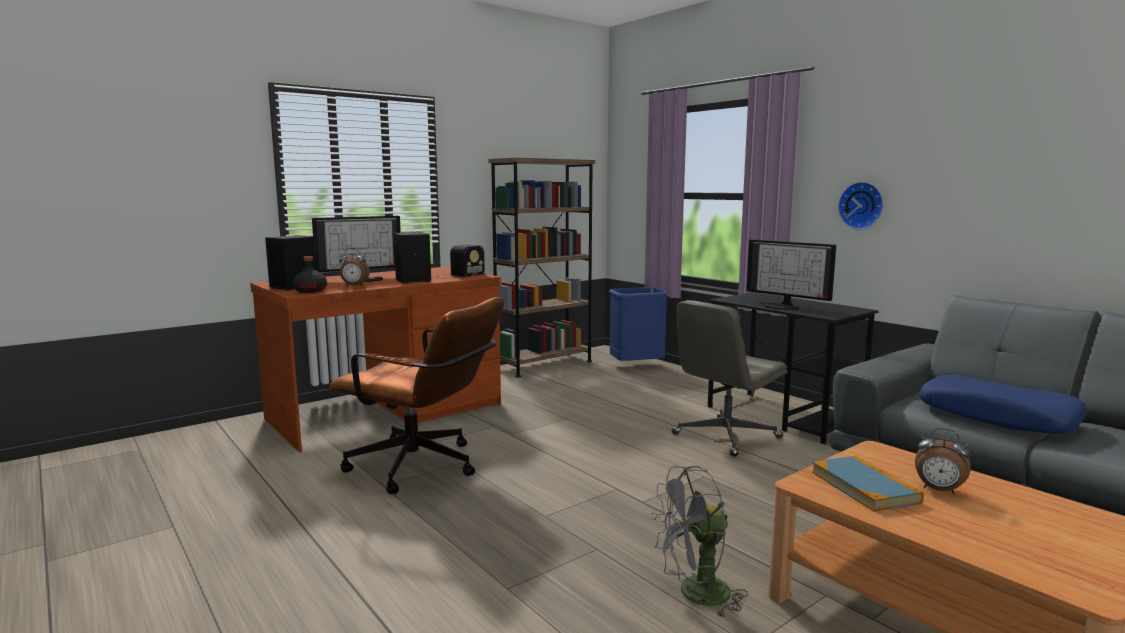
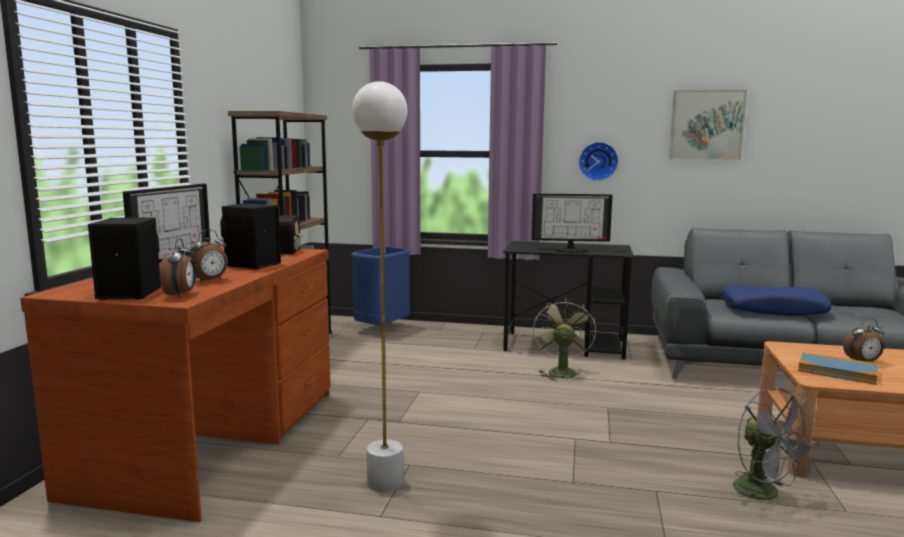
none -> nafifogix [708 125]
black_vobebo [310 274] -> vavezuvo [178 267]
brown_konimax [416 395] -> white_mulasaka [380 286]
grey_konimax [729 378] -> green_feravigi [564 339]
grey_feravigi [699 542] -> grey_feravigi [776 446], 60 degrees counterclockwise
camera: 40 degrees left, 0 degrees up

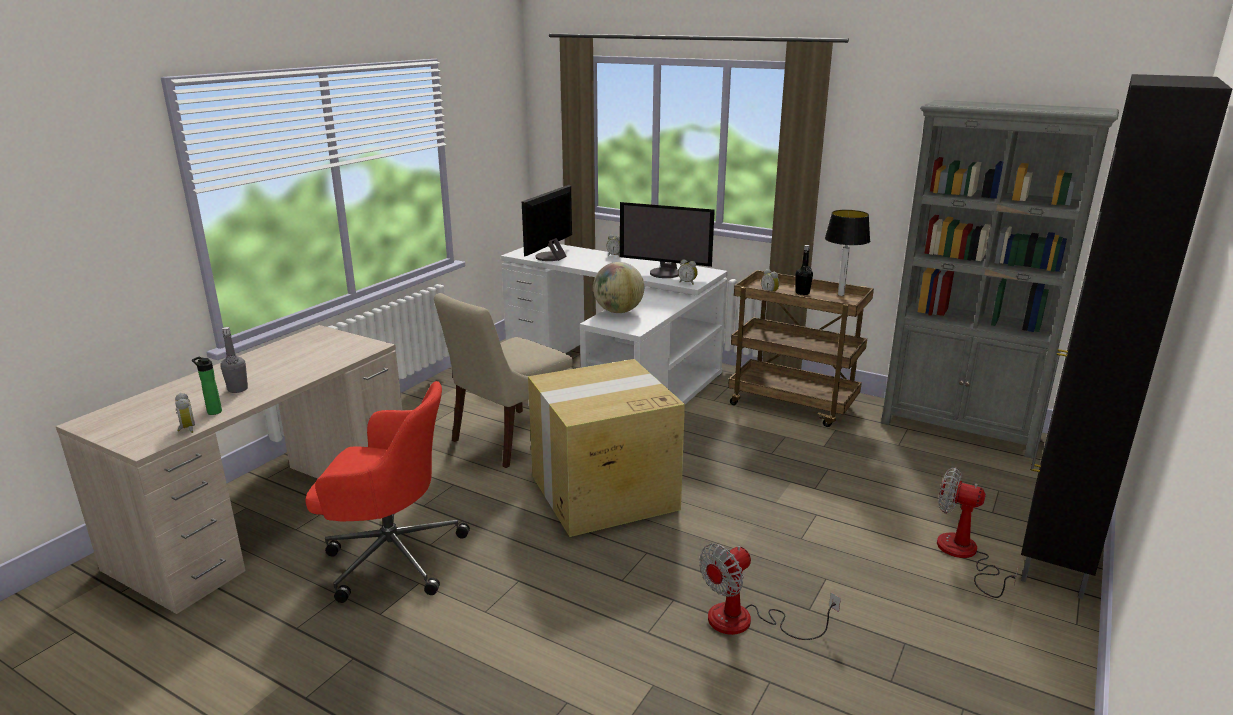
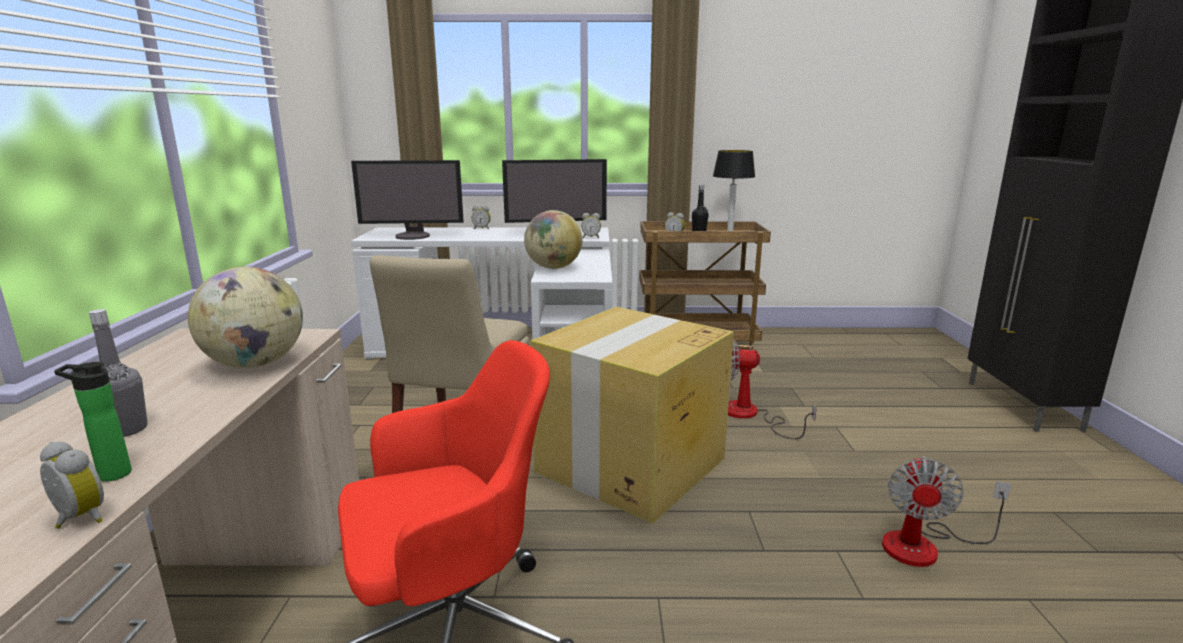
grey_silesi [1000 279] -> none
none -> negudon [245 317]
feravigi [978 532] -> feravigi [772 389], moved
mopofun [547 223] -> mopofun [407 200], 90 degrees counterclockwise
camera: 30 degrees left, 5 degrees down

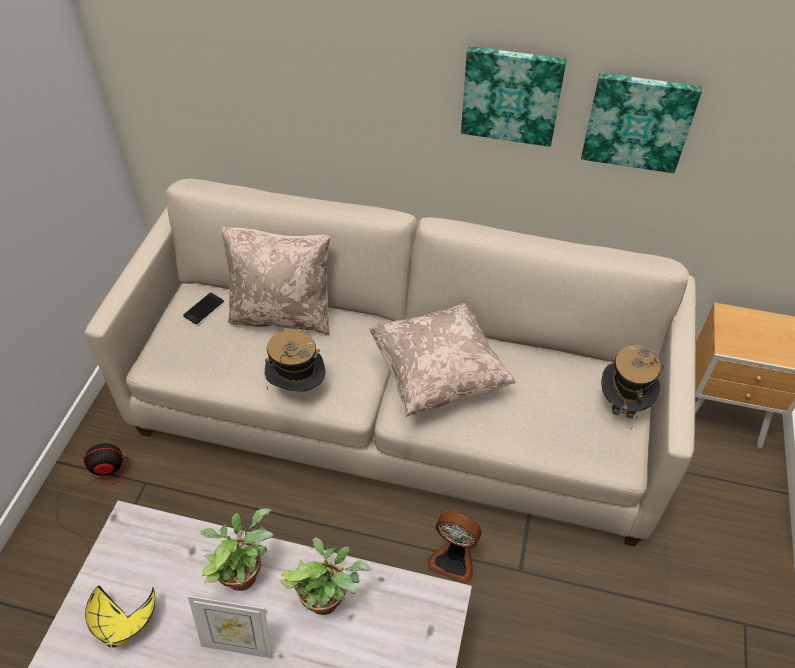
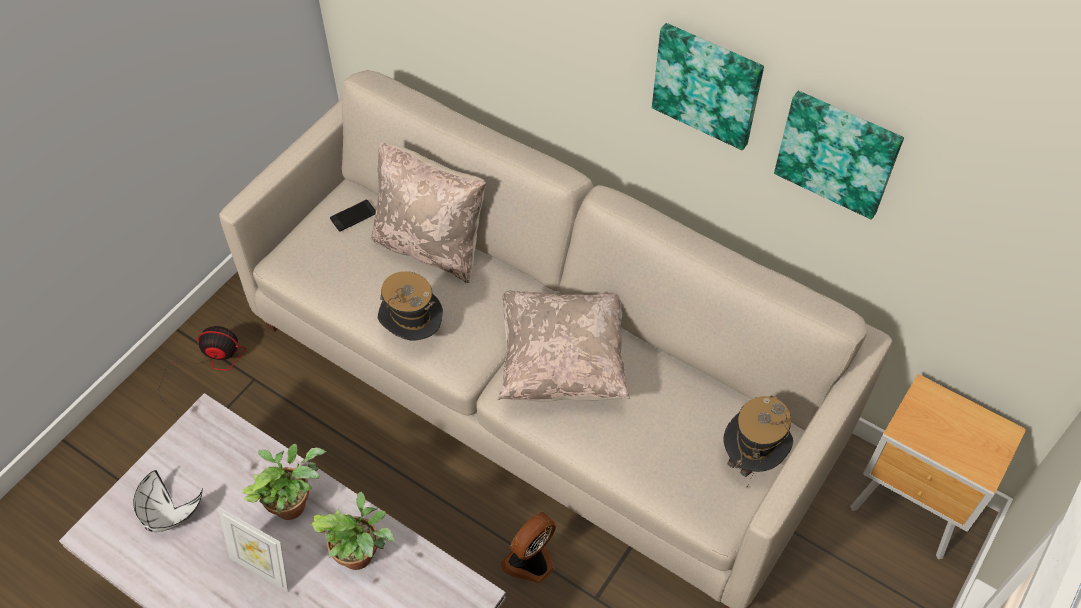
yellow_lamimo [120 617] -> white_lamimo [168 501]
feravigi [454 547] -> feravigi [528 547], 90 degrees clockwise
camera: 20 degrees right, 5 degrees up

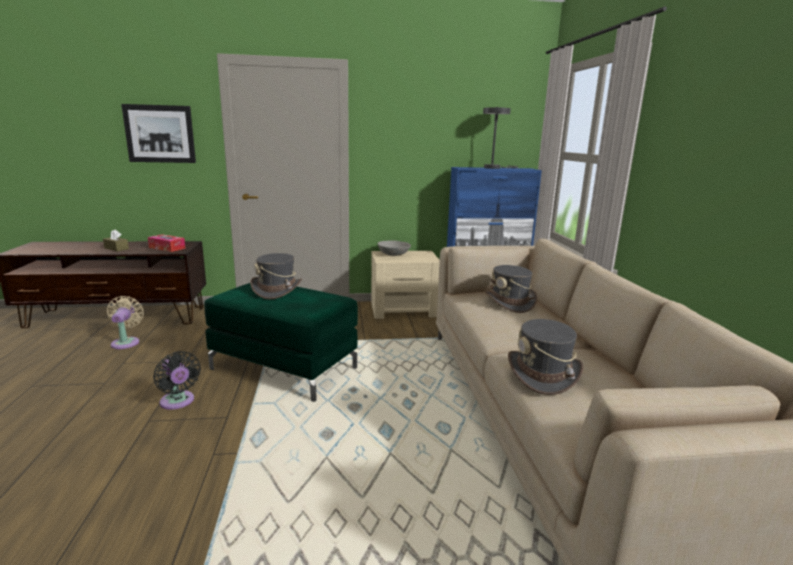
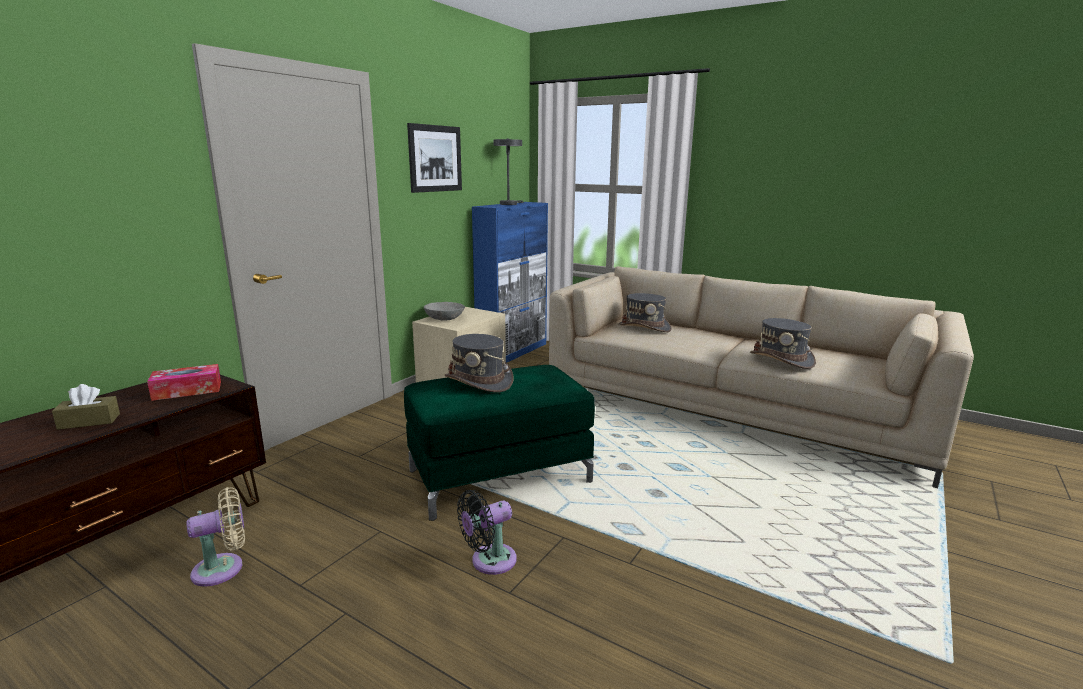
nafifogix [158 133] -> nafifogix [434 158], moved
beige_feravigi [125 322] -> beige_feravigi [216 537], 120 degrees clockwise
black_feravigi [177 380] -> black_feravigi [487 532], 150 degrees clockwise
camera: 50 degrees left, 0 degrees up

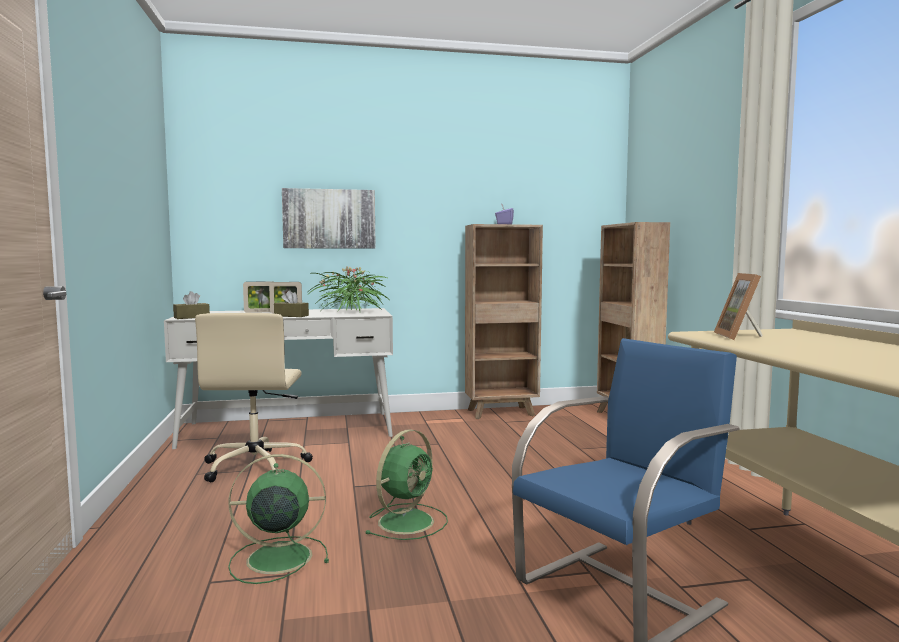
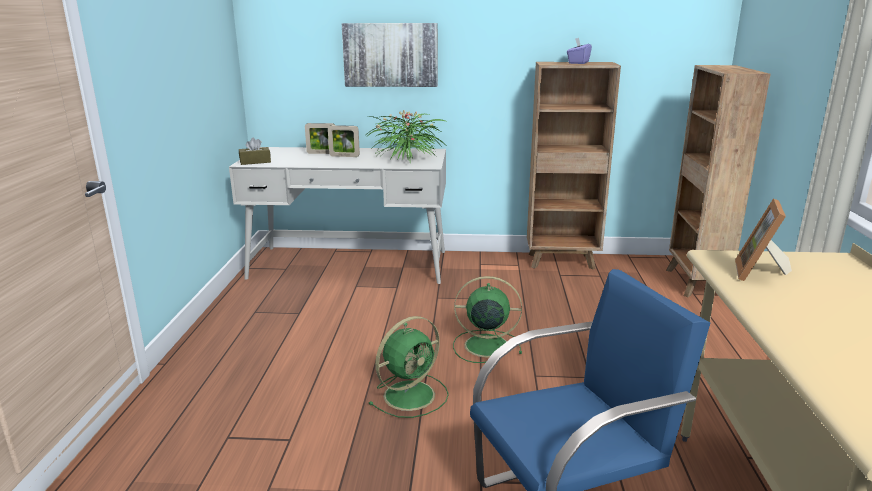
beige_konimax [254 397] -> none
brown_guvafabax [291 303] -> none
green_feravigi [278 519] -> green_feravigi [487 319], moved
camera: 15 degrees right, 15 degrees up

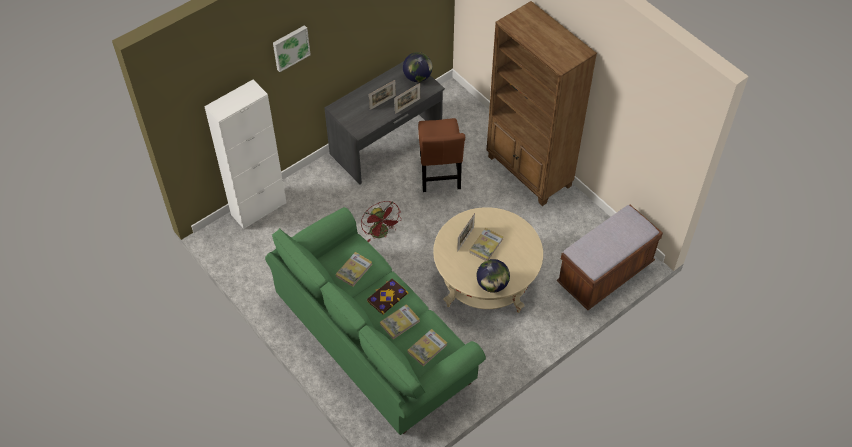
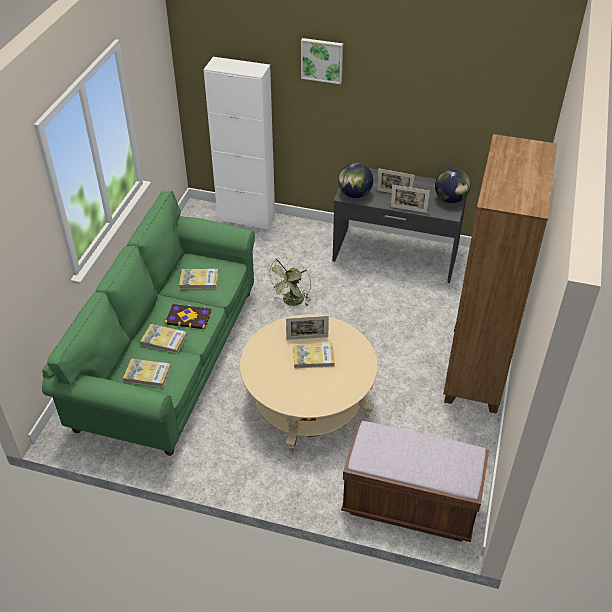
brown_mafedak [441 155] -> none
negudon [493 276] -> negudon [355 180], moved
red_feravigi [381 221] -> green_feravigi [288 281]
camera: 55 degrees right, 10 degrees down

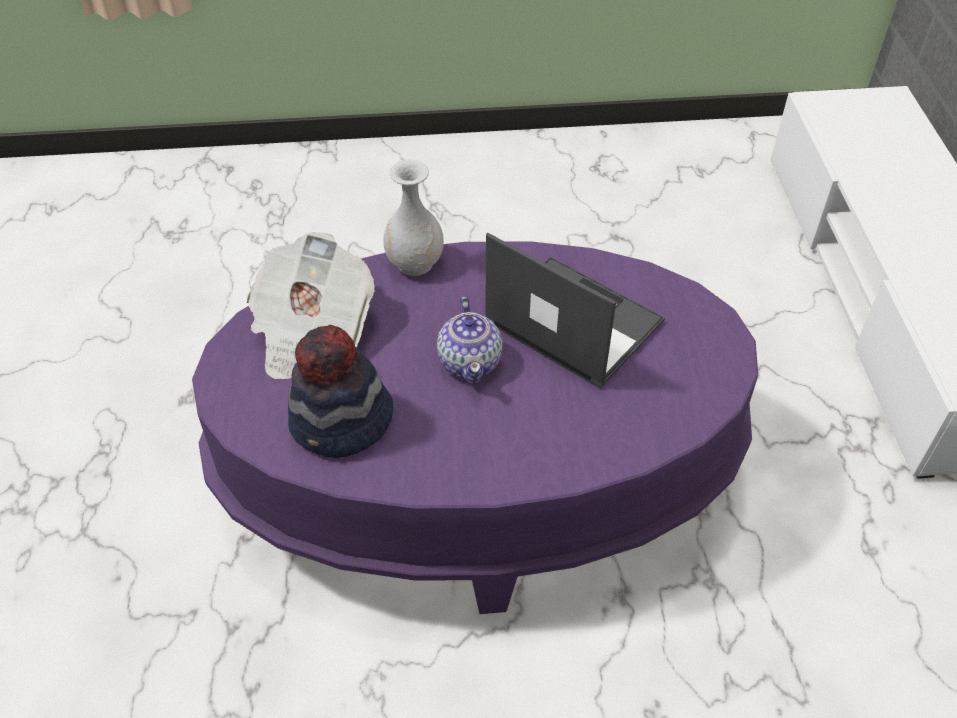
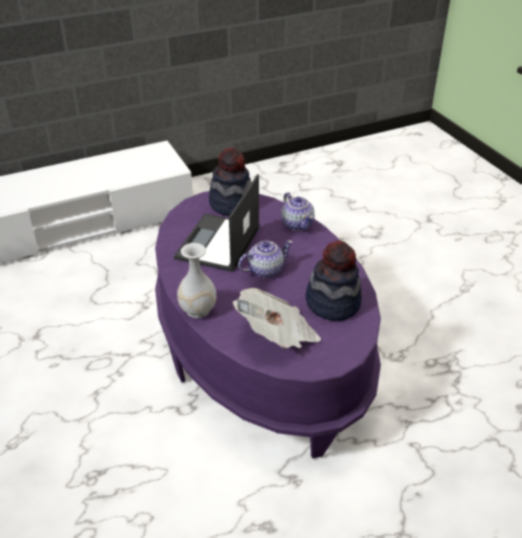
none -> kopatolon [230 182]
none -> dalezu [298 211]
camera: 110 degrees left, 10 degrees down

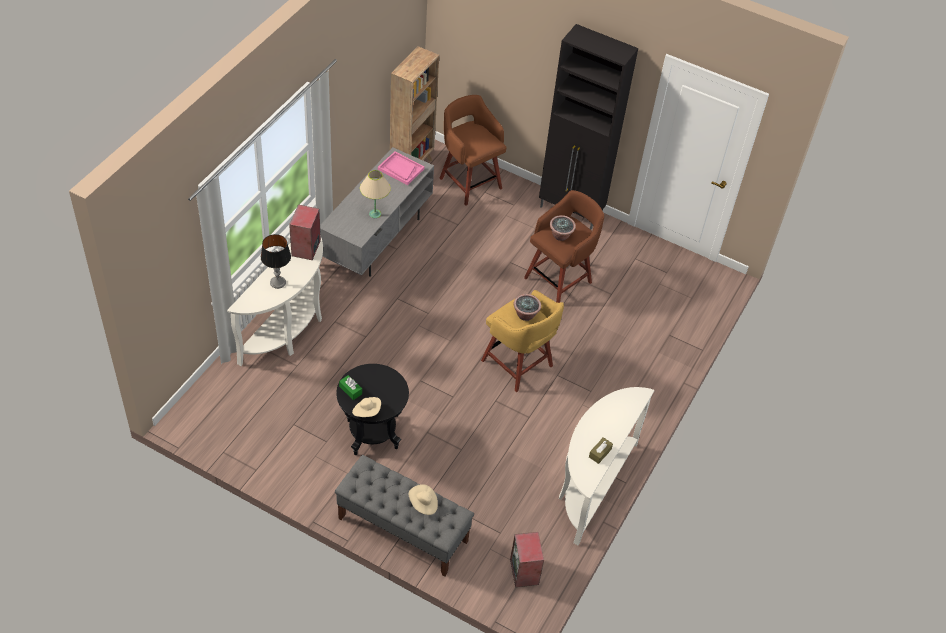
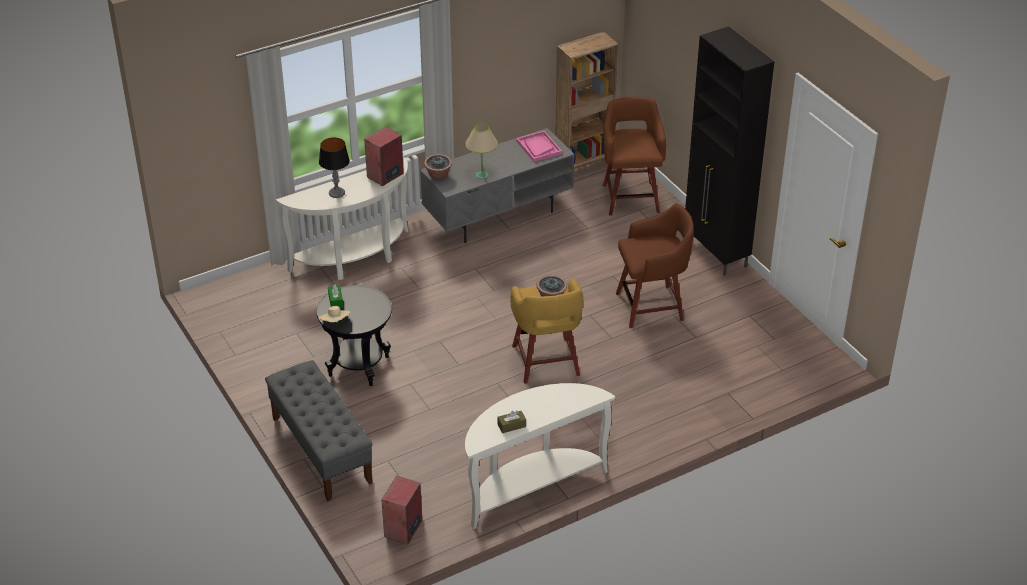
beige_kopatolon [423 499] -> none
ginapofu [563 228] -> ginapofu [438 167], moved
camera: 35 degrees right, 10 degrees down

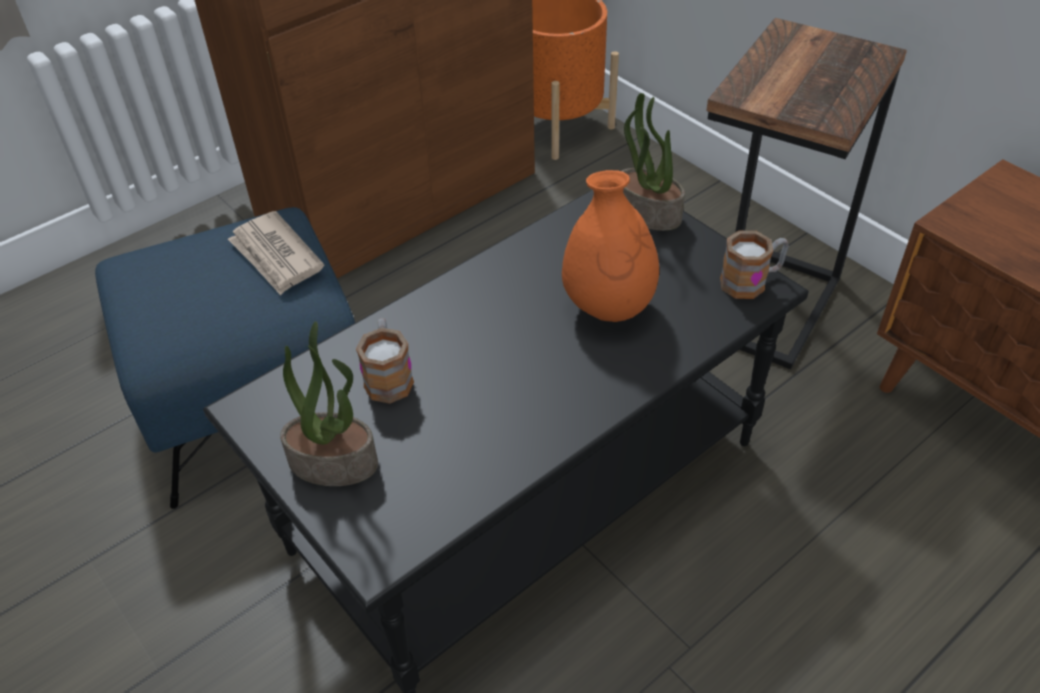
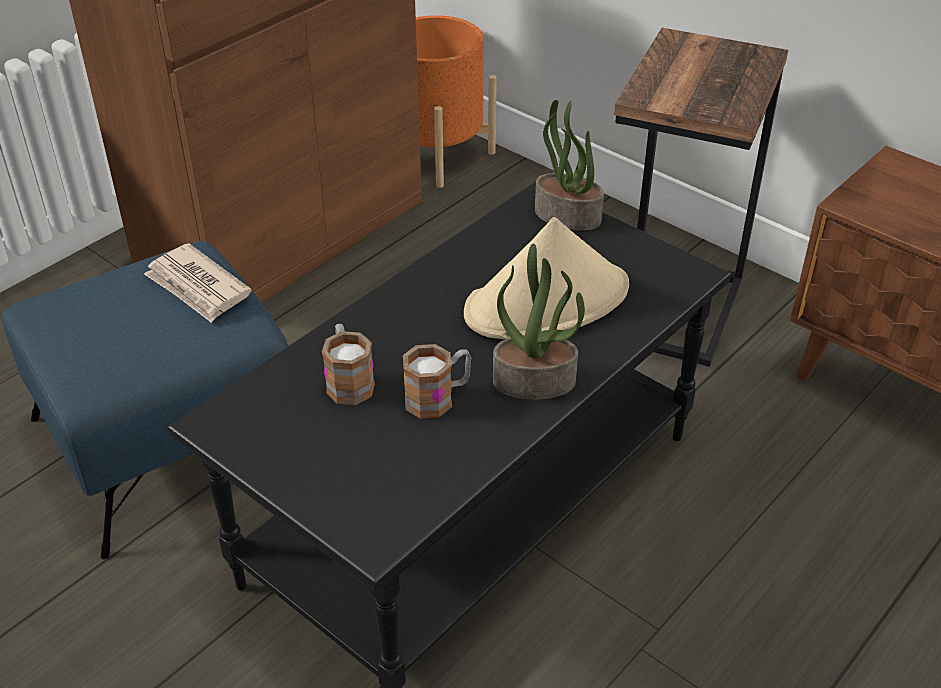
ginapofu [329 404] -> ginapofu [539 321], moved
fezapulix [754 265] -> fezapulix [437 381], moved
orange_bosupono [610 246] -> beige_kopatolon [546 278]
camera: 10 degrees left, 5 degrees down

